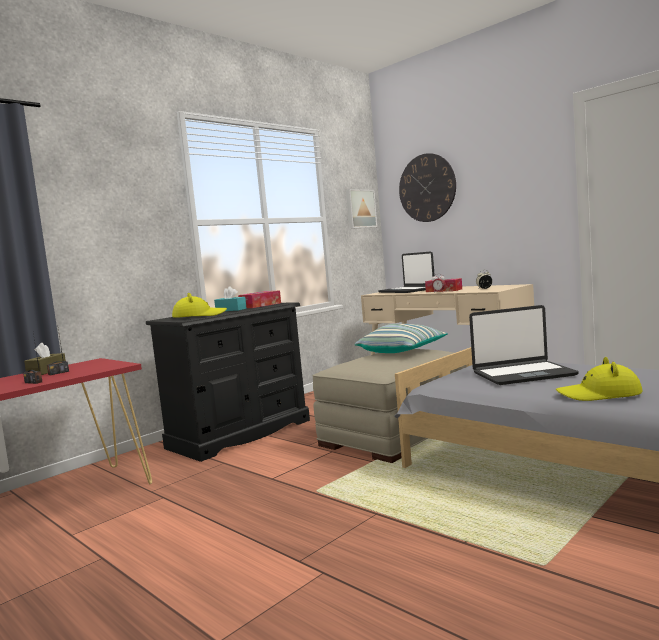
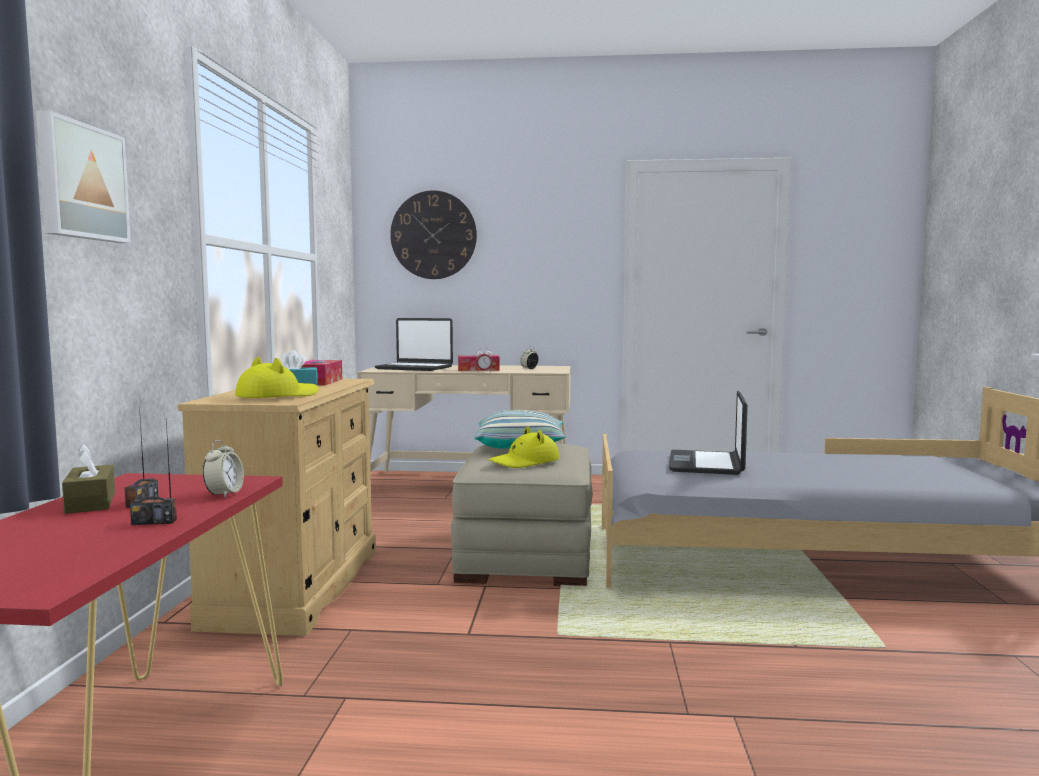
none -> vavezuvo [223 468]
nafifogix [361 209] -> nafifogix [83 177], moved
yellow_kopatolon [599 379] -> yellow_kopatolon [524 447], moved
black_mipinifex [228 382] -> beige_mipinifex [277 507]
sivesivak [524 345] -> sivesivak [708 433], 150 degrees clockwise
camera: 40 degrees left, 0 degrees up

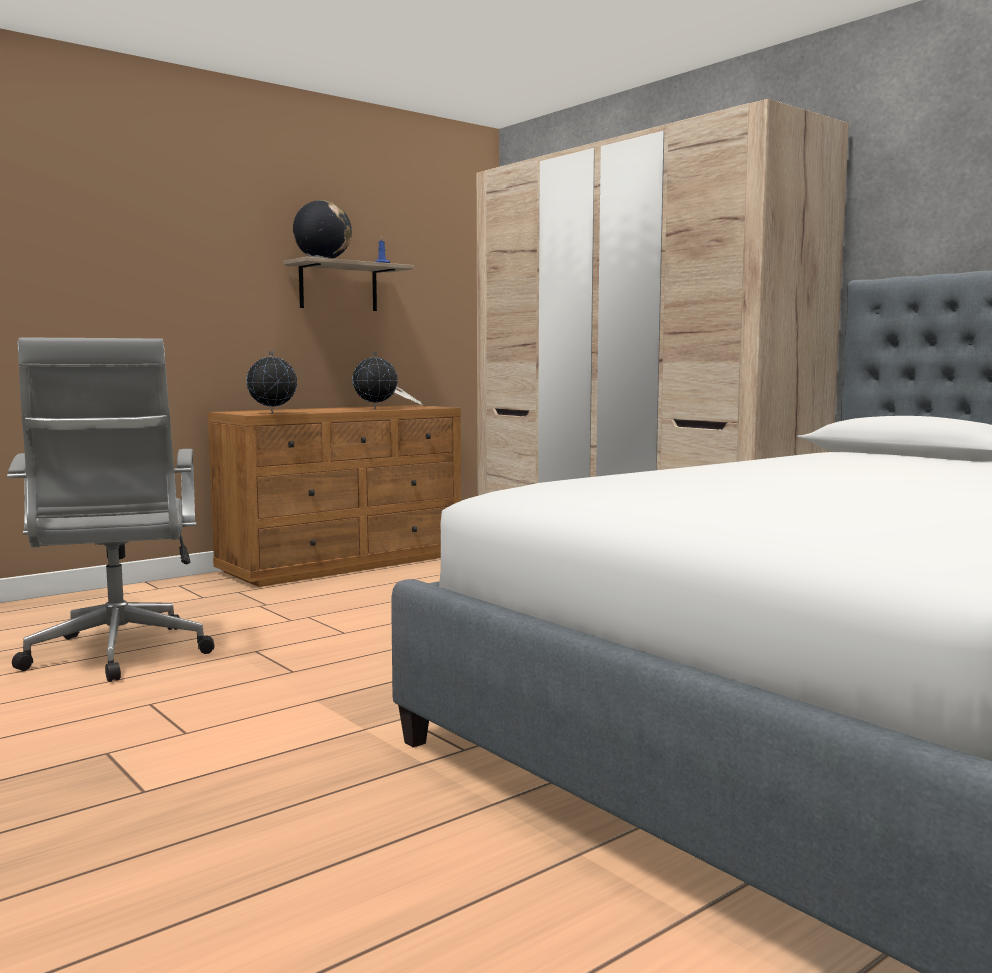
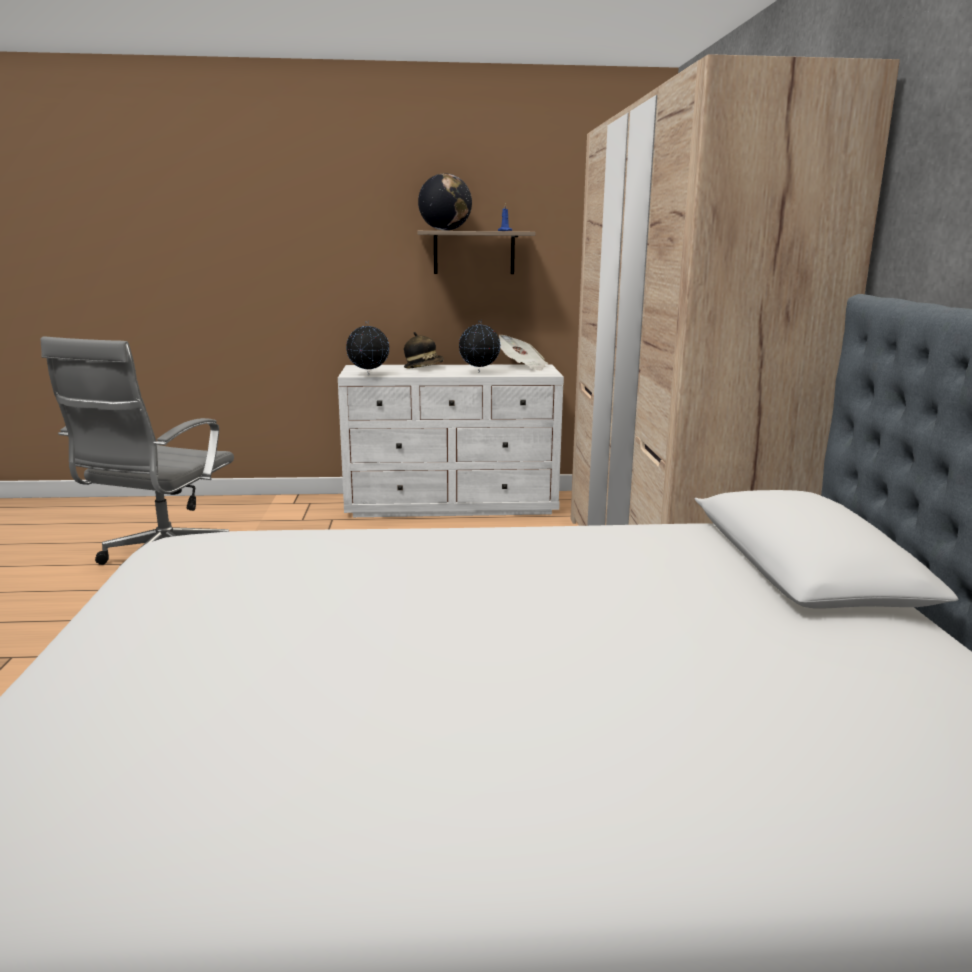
none -> kopatolon [424 350]
brown_mipinifex [334 496] -> white_mipinifex [451 440]
camera: 35 degrees right, 10 degrees up

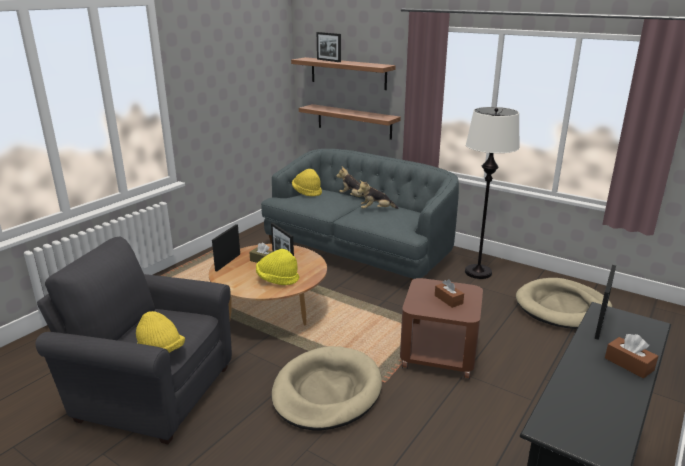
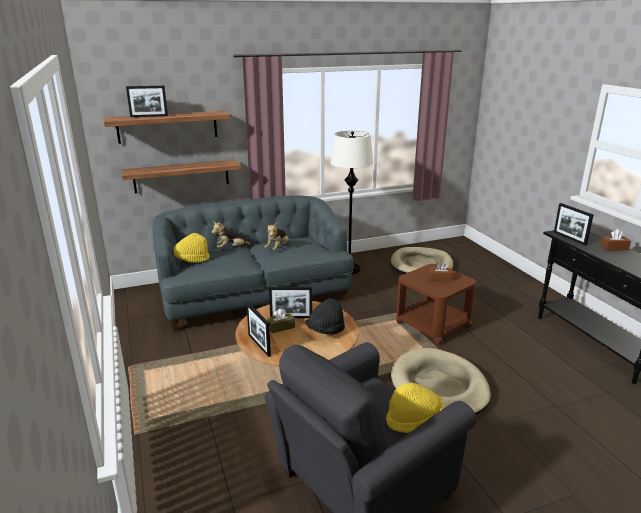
yellow_kopatolon [277 267] -> black_kopatolon [325 316]
camera: 55 degrees left, 0 degrees up

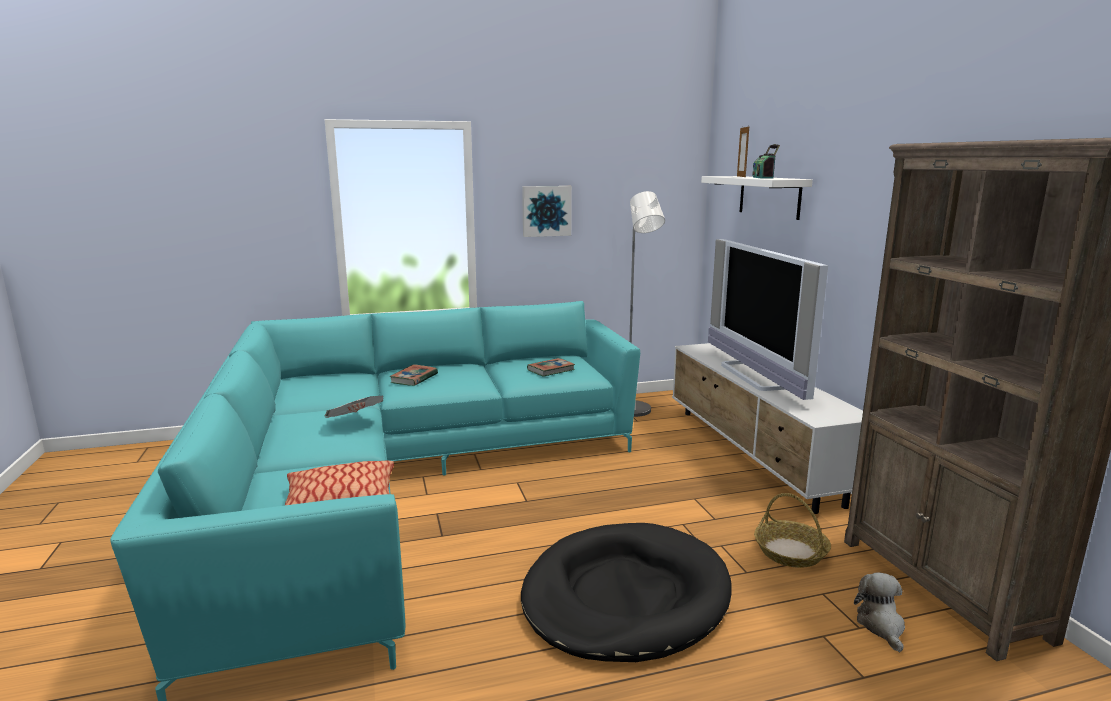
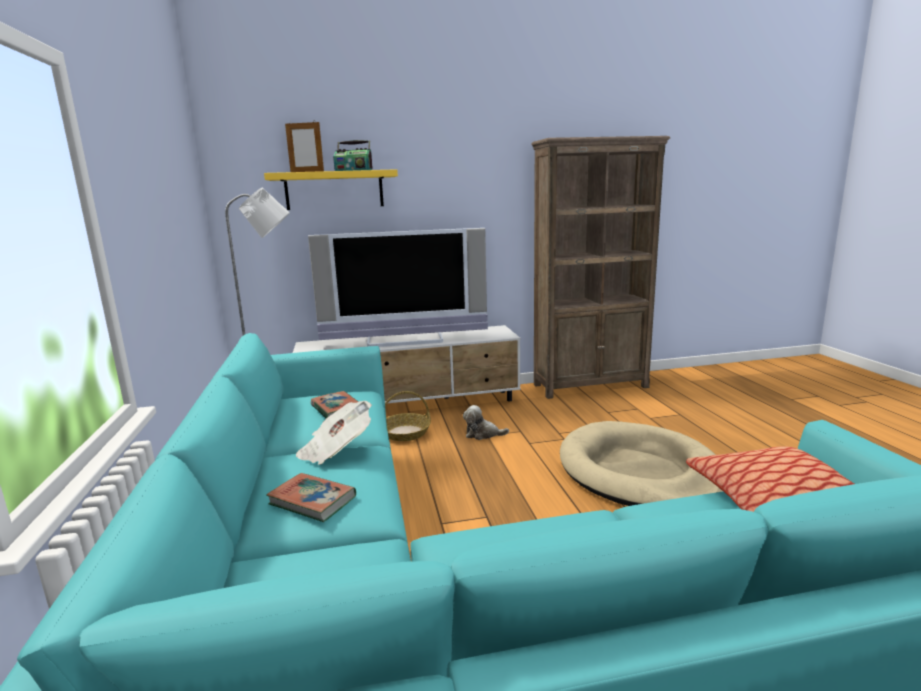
nafifogix [547 211] -> none
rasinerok [354 407] -> rasinerok [334 433], moved
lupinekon [792 530] -> lupinekon [408 416], moved
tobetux [879 612] -> tobetux [486 422], moved
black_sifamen [626 592] -> beige_sifamen [641 463]
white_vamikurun [757 198] -> yellow_vamikurun [331 189]
camera: 85 degrees left, 0 degrees up

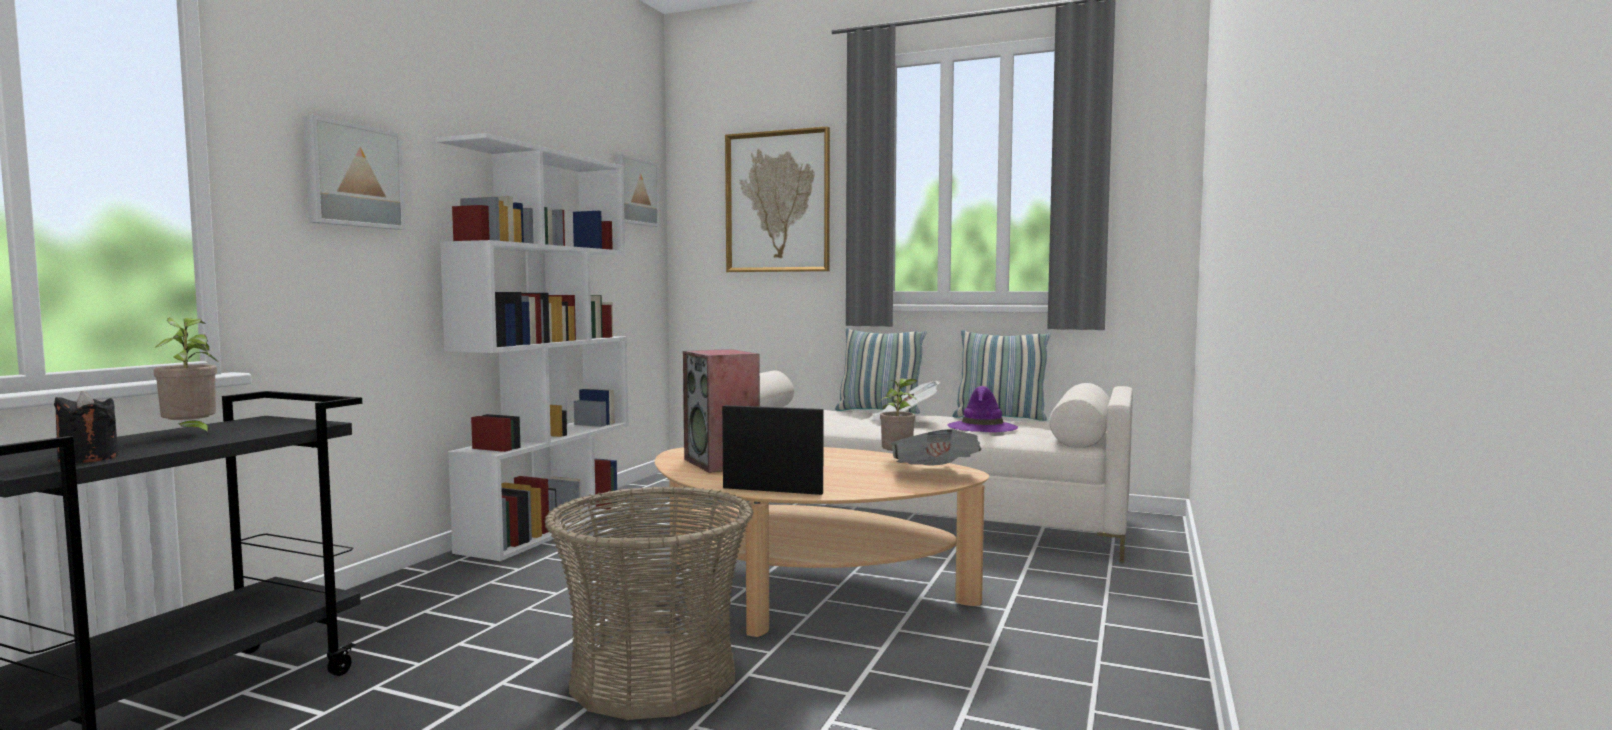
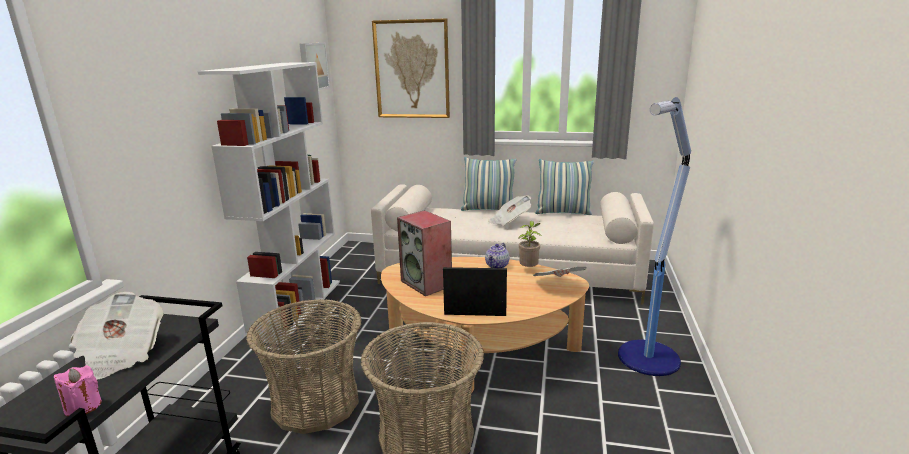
nafifogix [354 172] -> none
purple_kopatolon [982 409] -> none
none -> lupinekon [304 366]
none -> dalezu [497 255]
none -> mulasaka [654 236]
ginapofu [186 377] -> rasinerok [117 336]
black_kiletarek [86 427] -> pink_kiletarek [78 390]
camera: 10 degrees left, 15 degrees up

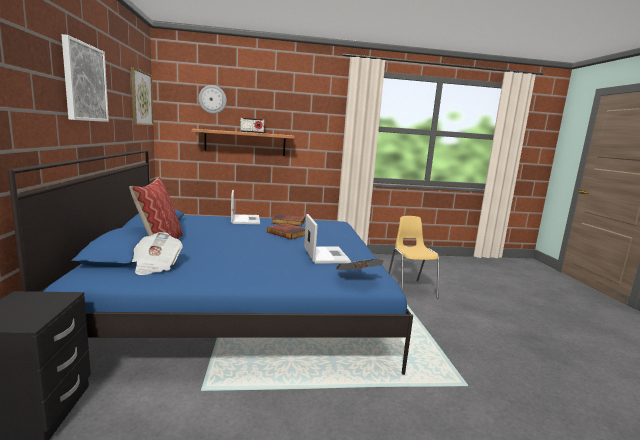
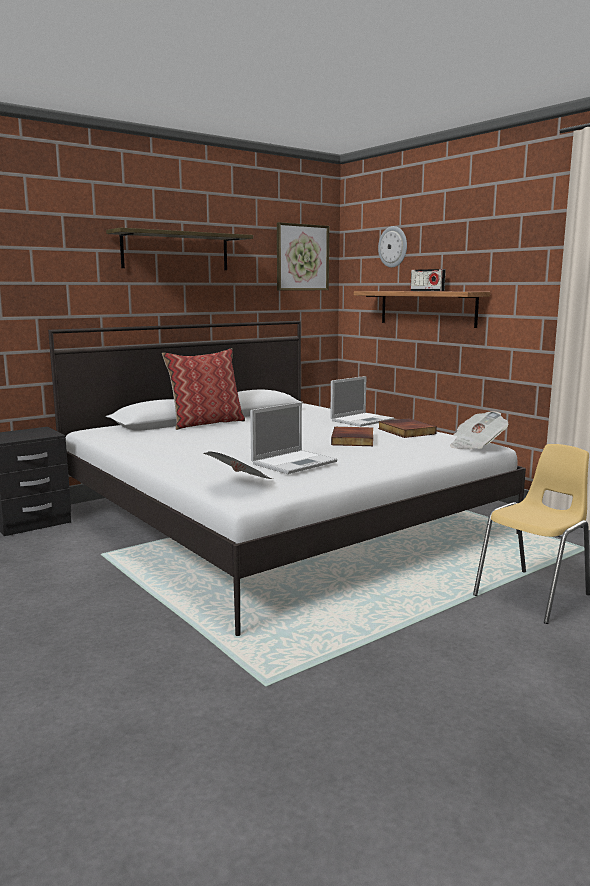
rasinerok [157 253] -> rasinerok [479 430], moved
nafifogix [85 78] -> vamikurun [179 248]
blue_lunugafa [210 262] -> white_lunugafa [287 478]
camera: 60 degrees right, 0 degrees up

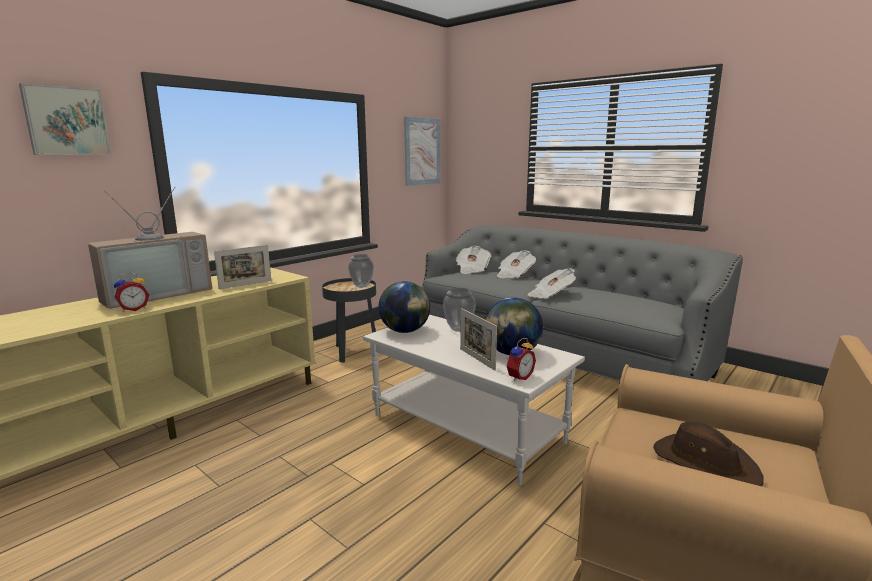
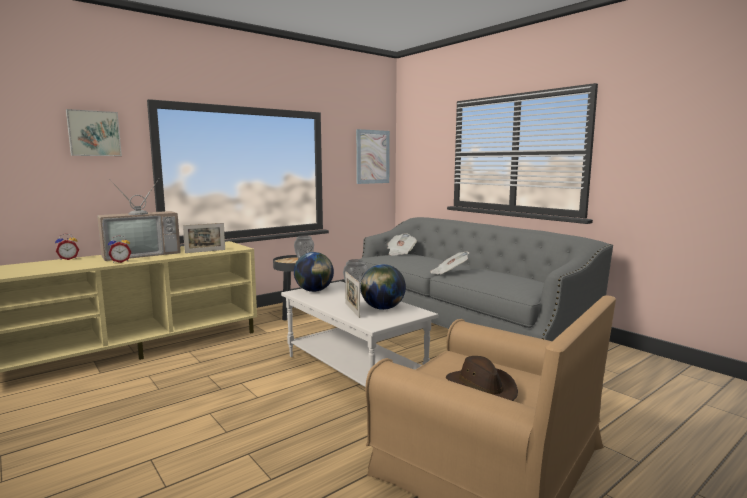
rasinerok [516 264] -> none
vavezuvo [521 360] -> vavezuvo [67 246], moved
camera: 10 degrees right, 5 degrees down

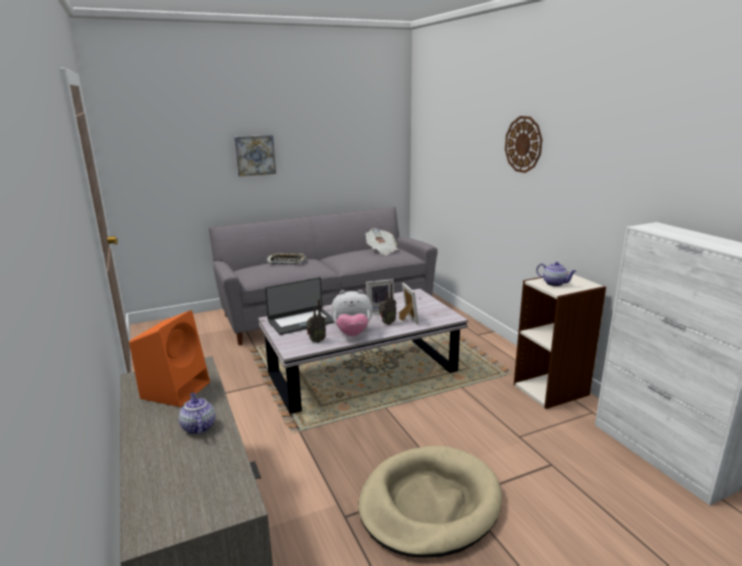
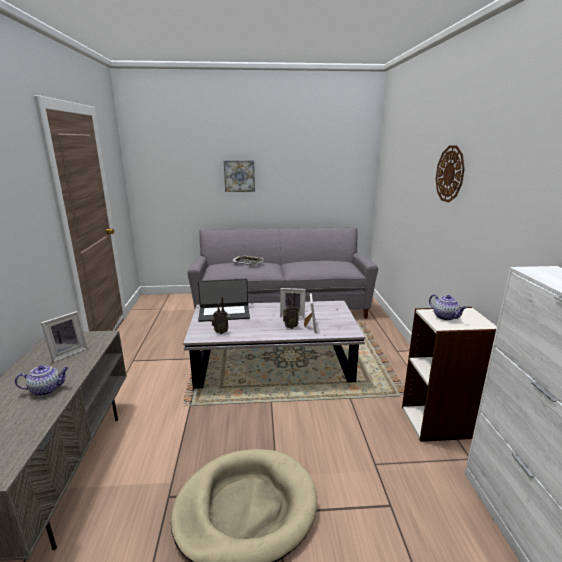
tobetux [352 313] -> none
rasinerok [381 241] -> none
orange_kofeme [169 358] -> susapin [64 336]
dalezu [197 413] -> dalezu [42 380], 75 degrees clockwise
camera: 20 degrees right, 0 degrees up

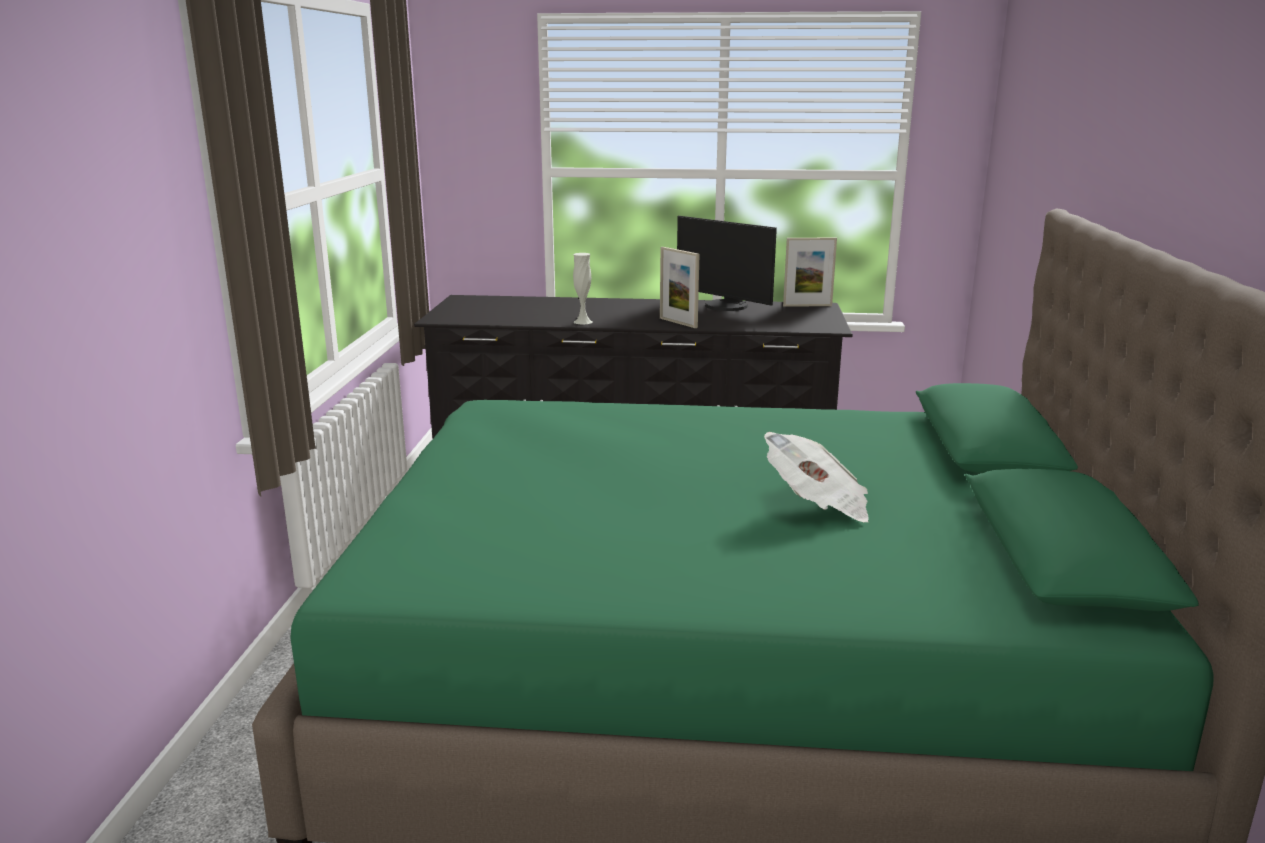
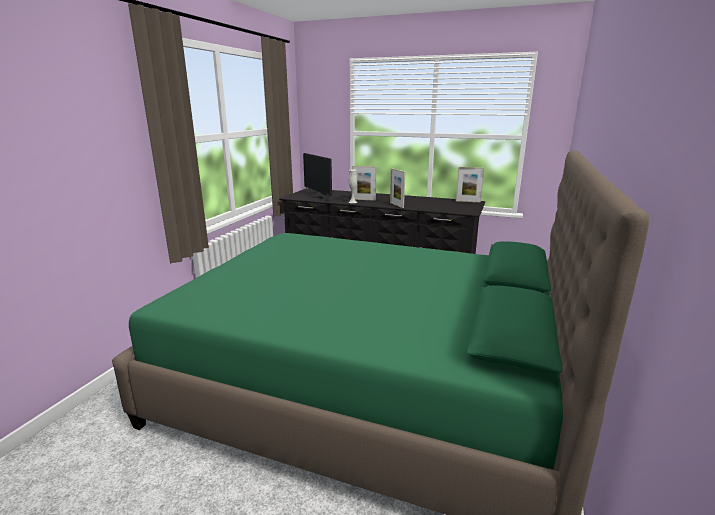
rasinerok [816 477] -> none
none -> susapin [364 183]
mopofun [727 263] -> mopofun [317 175], moved
camera: 15 degrees right, 0 degrees up

